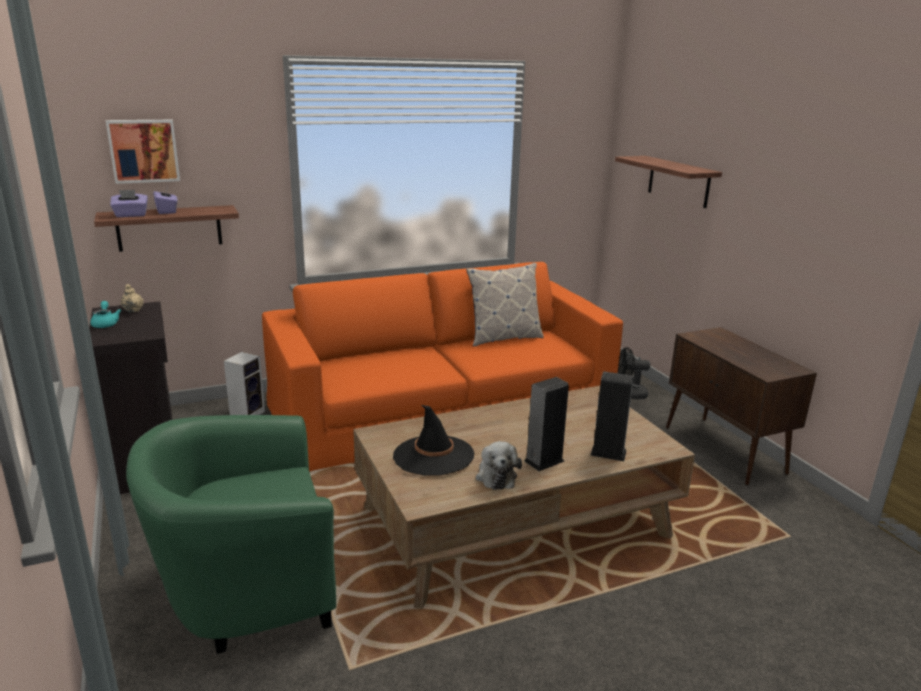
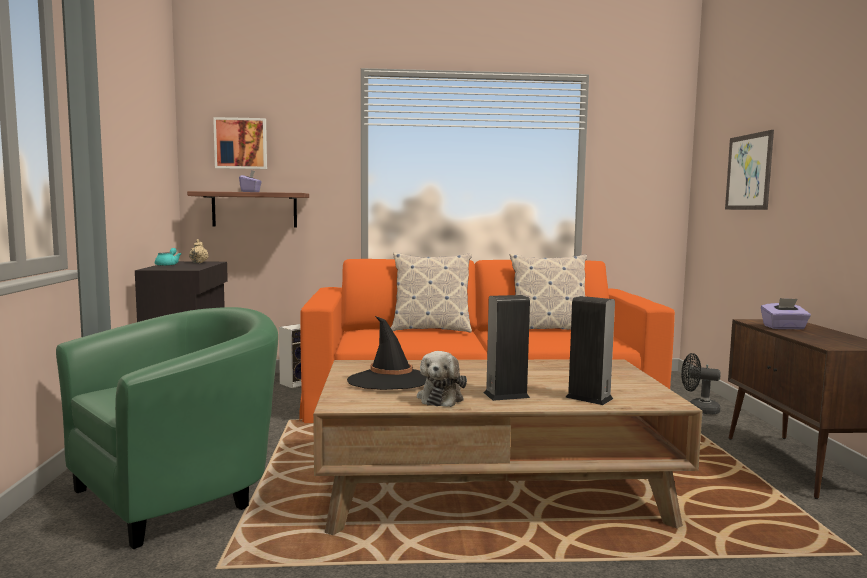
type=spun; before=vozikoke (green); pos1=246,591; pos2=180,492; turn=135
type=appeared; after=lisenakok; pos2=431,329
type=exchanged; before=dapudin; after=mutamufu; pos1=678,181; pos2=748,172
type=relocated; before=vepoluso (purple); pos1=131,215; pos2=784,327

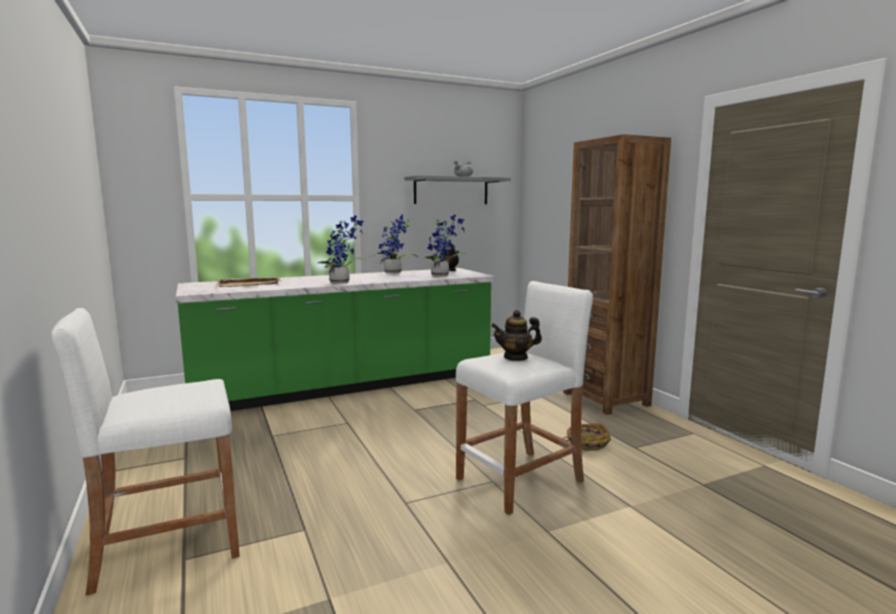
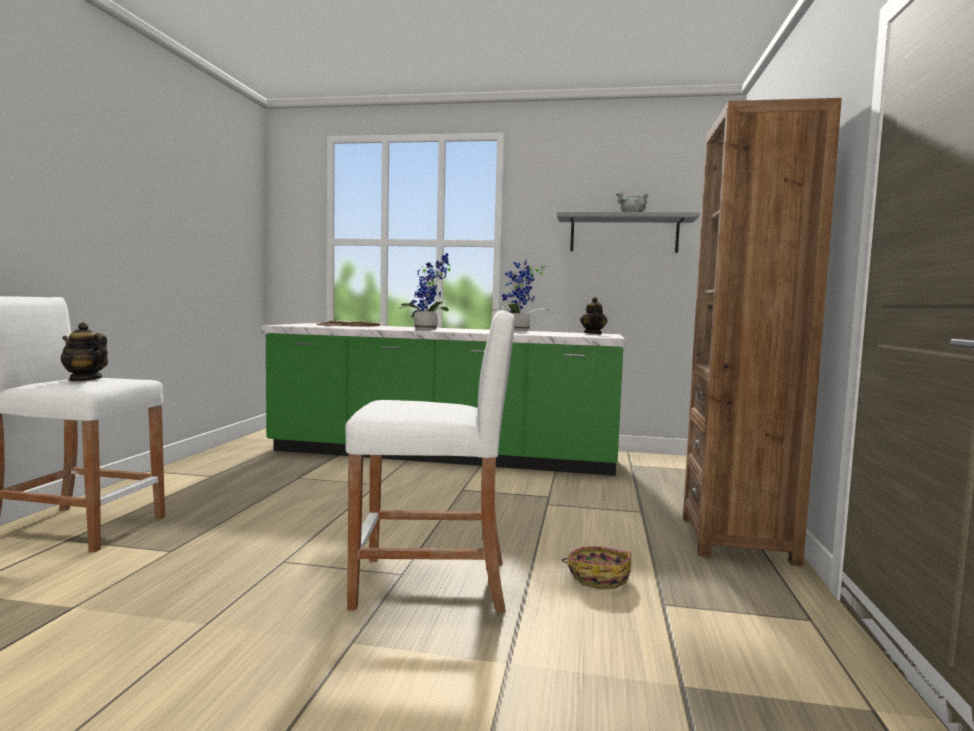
type=relocated; before=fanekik; pos1=516,357; pos2=85,379
type=missing; before=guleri; pos1=442,275

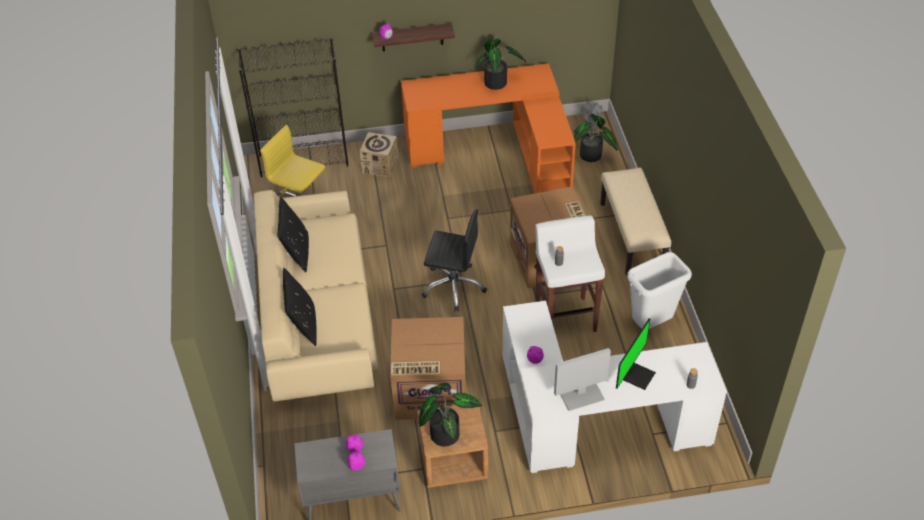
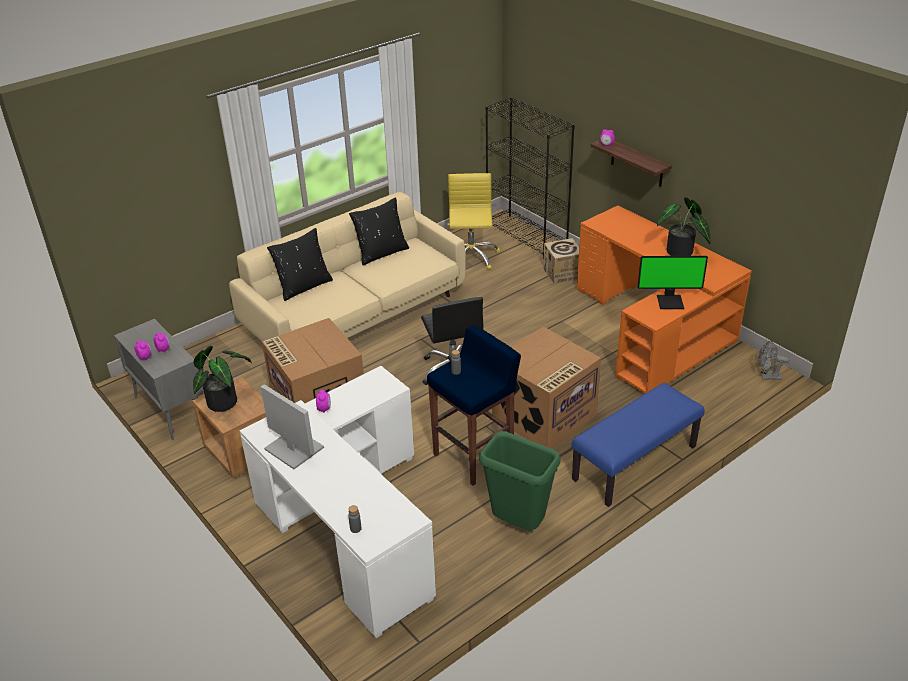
type=colour; before=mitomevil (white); after=mitomevil (blue); pos1=565,317; pos2=474,456
type=colour; before=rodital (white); after=rodital (green); pos1=651,323; pos2=519,524
type=colour; before=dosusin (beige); after=dosusin (blue); pos1=632,236; pos2=635,464
type=relocated; before=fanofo; pos1=637,375; pos2=670,301
type=missing; before=guleri; pos1=592,157

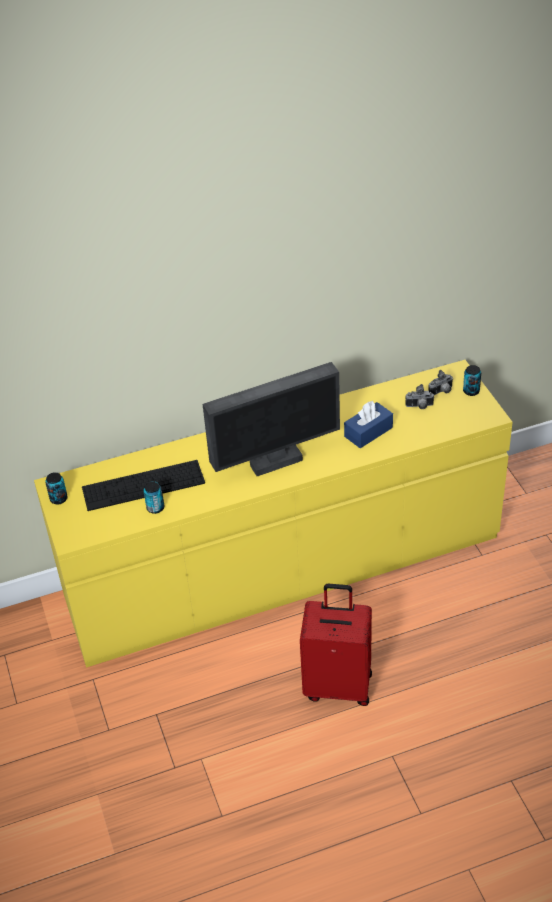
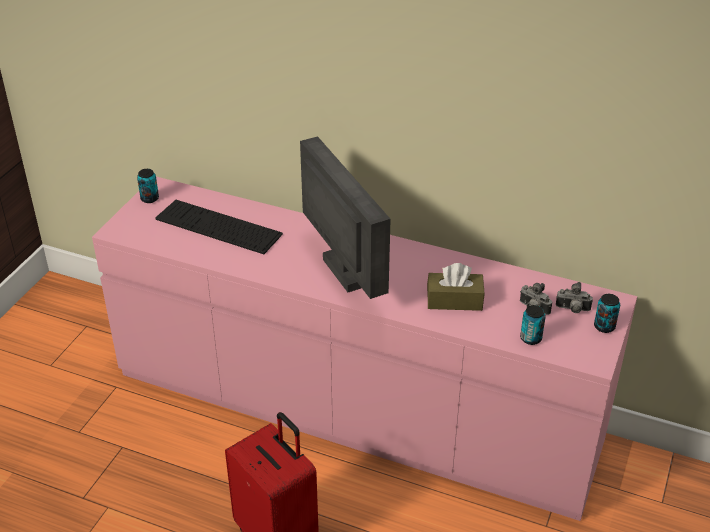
type=colour; before=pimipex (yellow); after=pimipex (pink); pos1=283,567; pos2=355,407
type=spun; before=fanofo; pos1=275,462; pos2=341,273; turn=-135
type=colour; before=vepoluso (blue); after=vepoluso (brown); pos1=368,432; pos2=454,300
type=relocated; before=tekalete; pos1=155,508; pos2=530,338

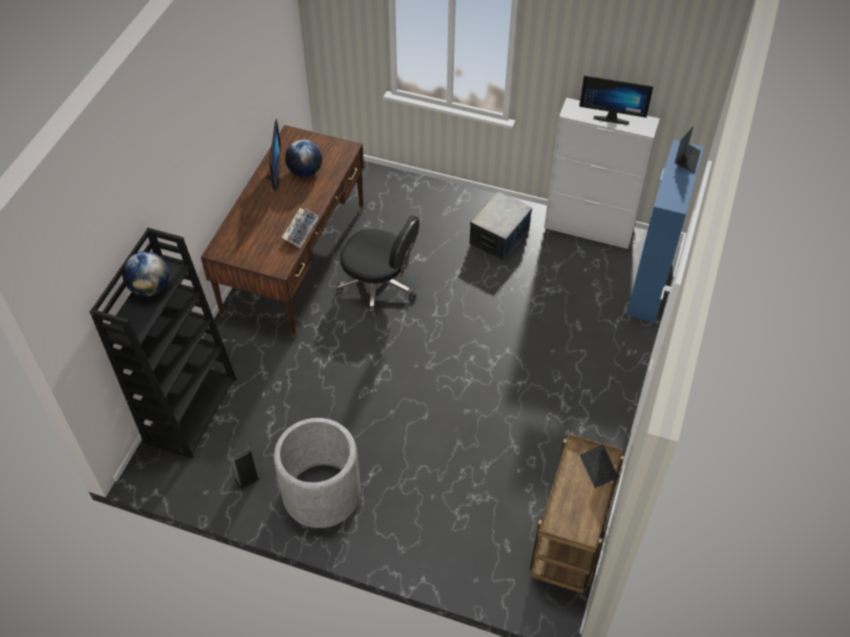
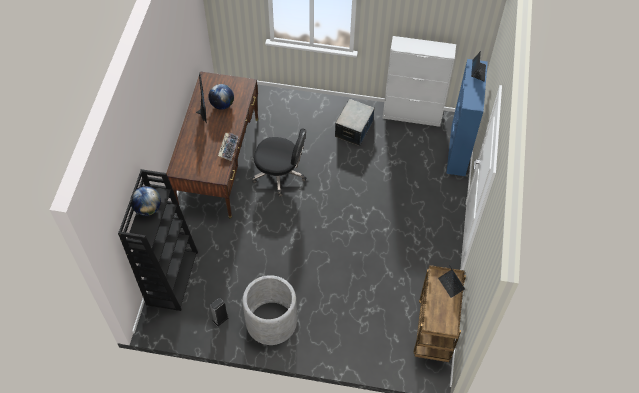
type=missing; before=fanofo; pos1=611,117

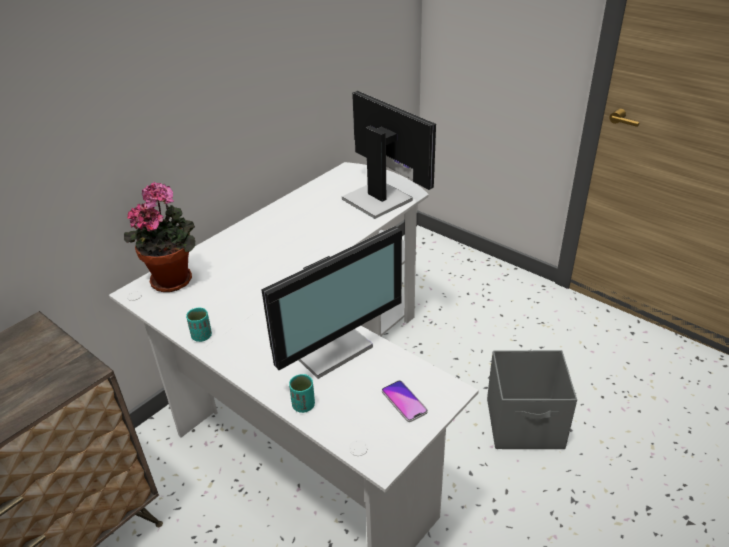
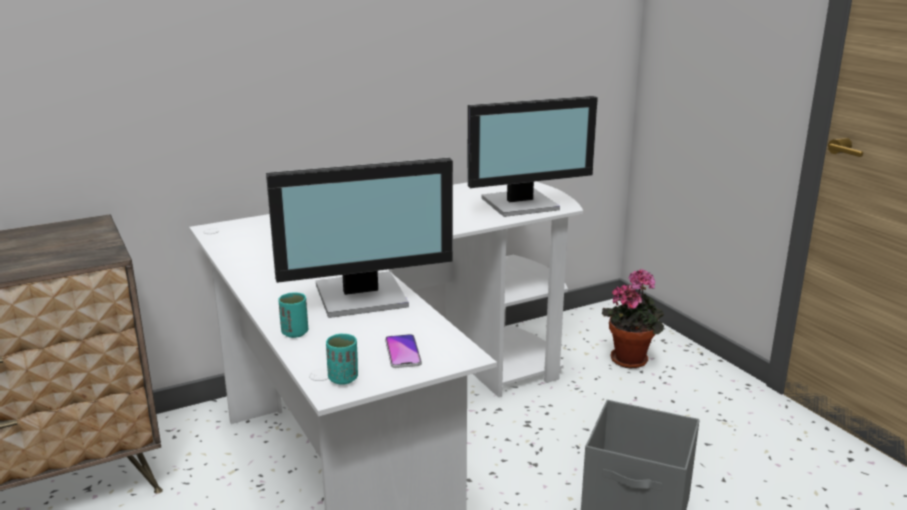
type=relocated; before=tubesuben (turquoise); pos1=202,336; pos2=343,378
type=spun; before=fanofo; pos1=378,198; pos2=522,205; turn=90
type=relocated; before=guleri; pos1=174,278; pos2=631,359

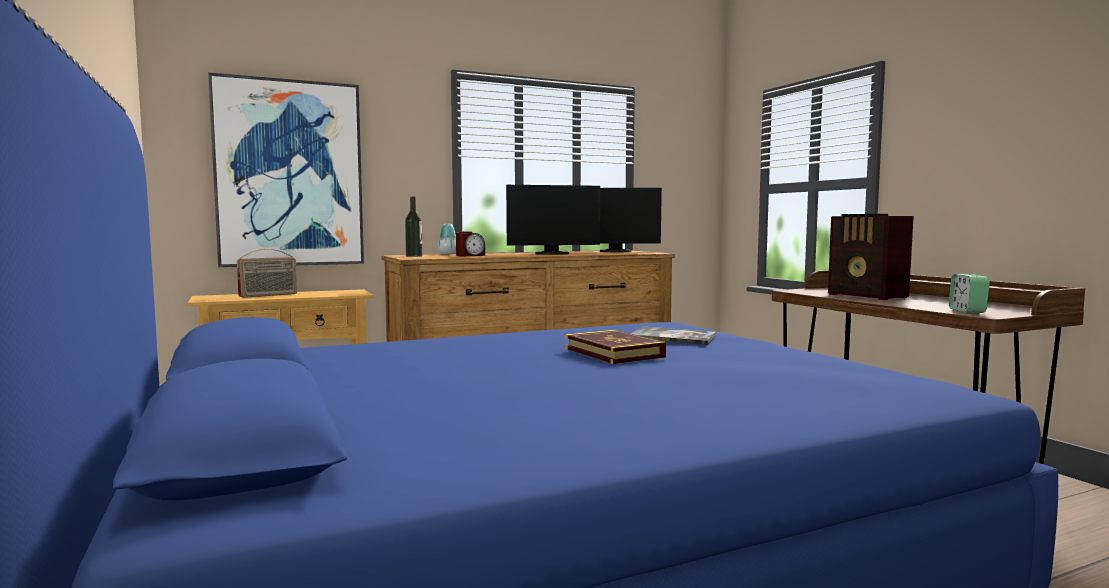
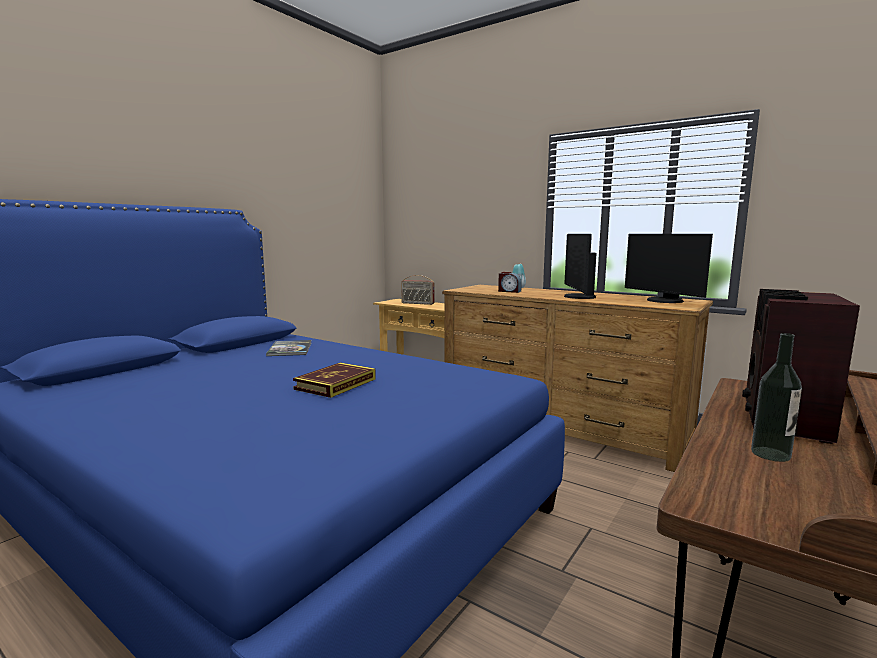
type=relocated; before=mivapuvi; pos1=672,337; pos2=290,349
type=spun; before=fanofo; pos1=552,254; pos2=578,297; turn=45
type=relocated; before=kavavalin; pos1=414,256; pos2=770,454
type=missing; before=mutamufu; pos1=289,174
type=missing; before=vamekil; pos1=967,311

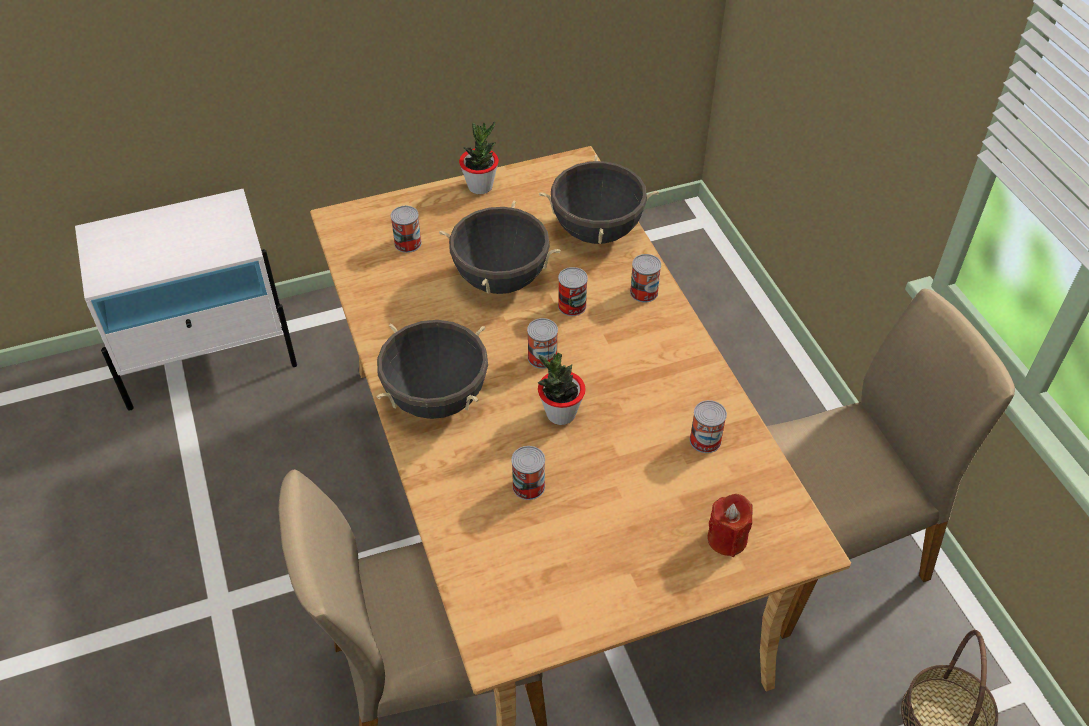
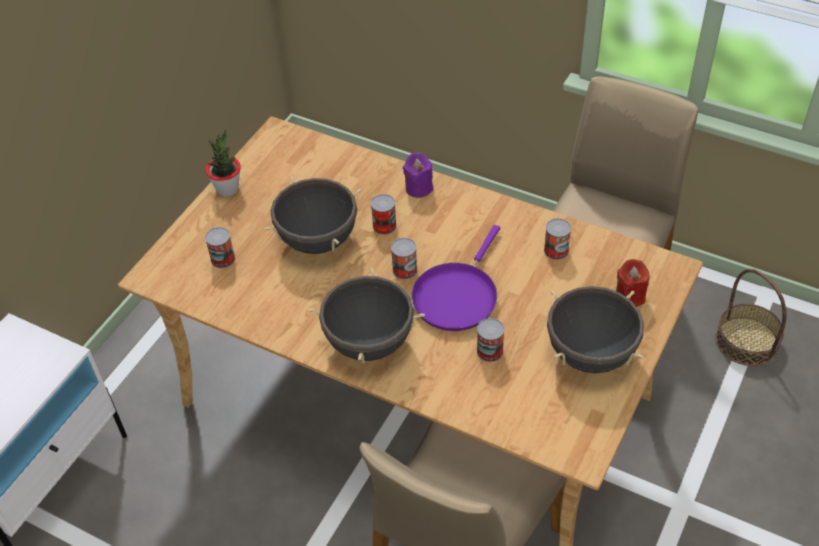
type=exchanged; before=tekalete; after=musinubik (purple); pos1=644,292; pos2=418,188
type=exchanged; before=guleri; after=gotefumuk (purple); pos1=560,414; pos2=457,295
type=relocated; before=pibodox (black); pos1=597,231; pos2=590,354

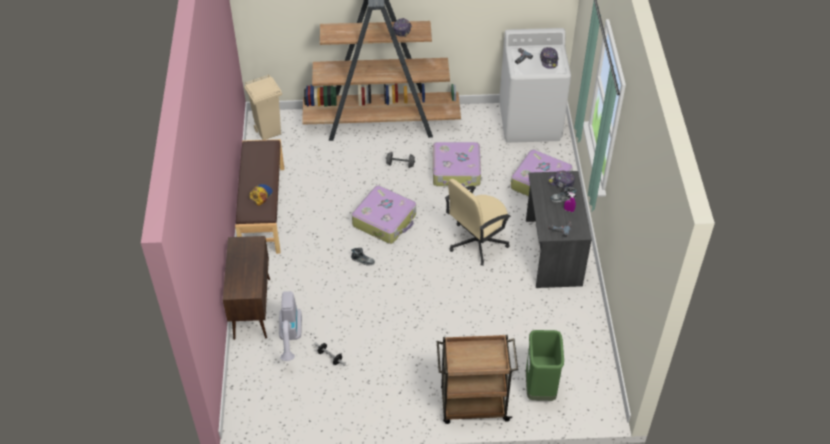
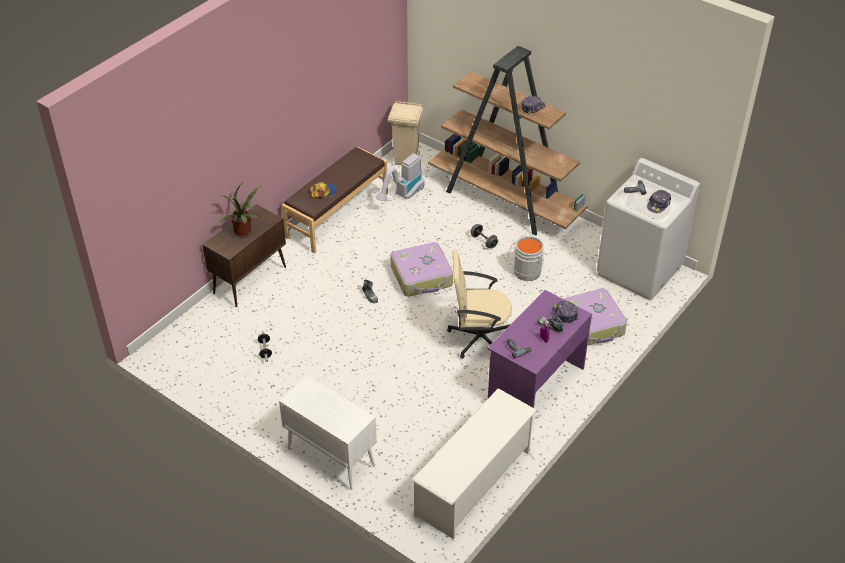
type=appeared; after=guleri; pos2=244,233
type=exchanged; before=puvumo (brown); after=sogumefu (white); pos1=473,405; pos2=330,457
type=relocated; before=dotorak; pos1=290,338; pos2=402,196
type=appeared; after=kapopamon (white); pos2=473,483
type=colour; before=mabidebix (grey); after=mabidebix (purple); pos1=552,252; pos2=535,385
type=exchanged; before=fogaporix; after=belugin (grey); pos1=456,171; pos2=526,272
type=missing; before=rodital (green); pos1=540,389

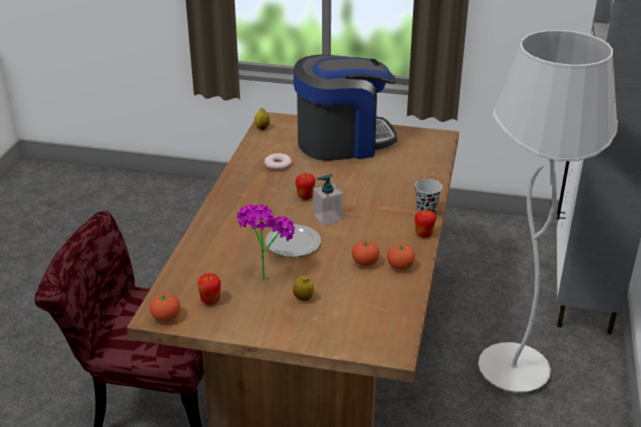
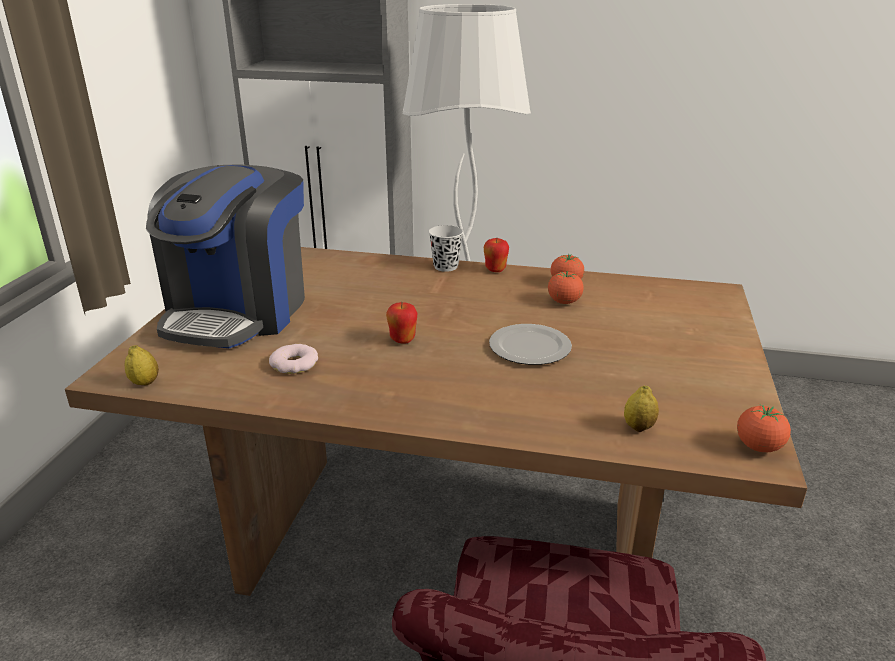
type=spun; before=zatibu; pos1=343,141; pos2=238,311; turn=-150
type=relocated; before=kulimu; pos1=303,298; pos2=638,427
type=missing; before=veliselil; pos1=210,300
type=missing; before=guleri; pos1=265,272
type=missing; before=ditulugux; pos1=327,217

